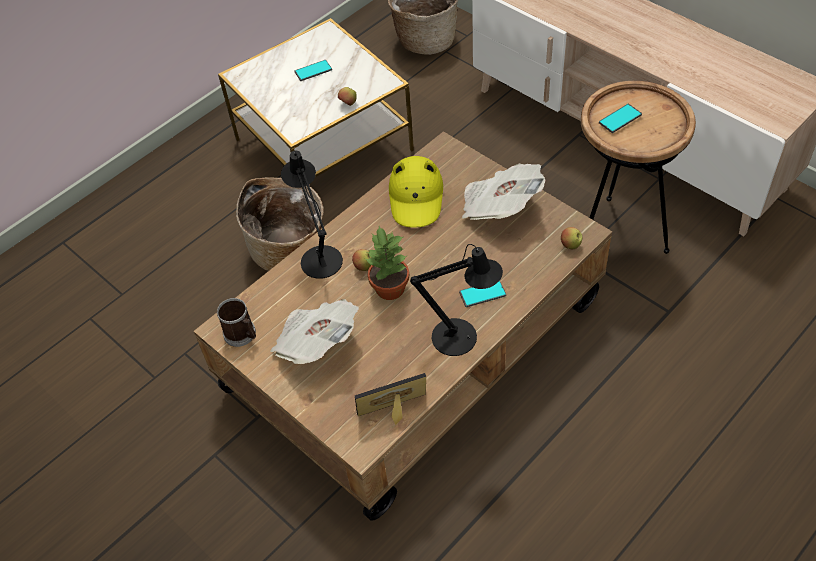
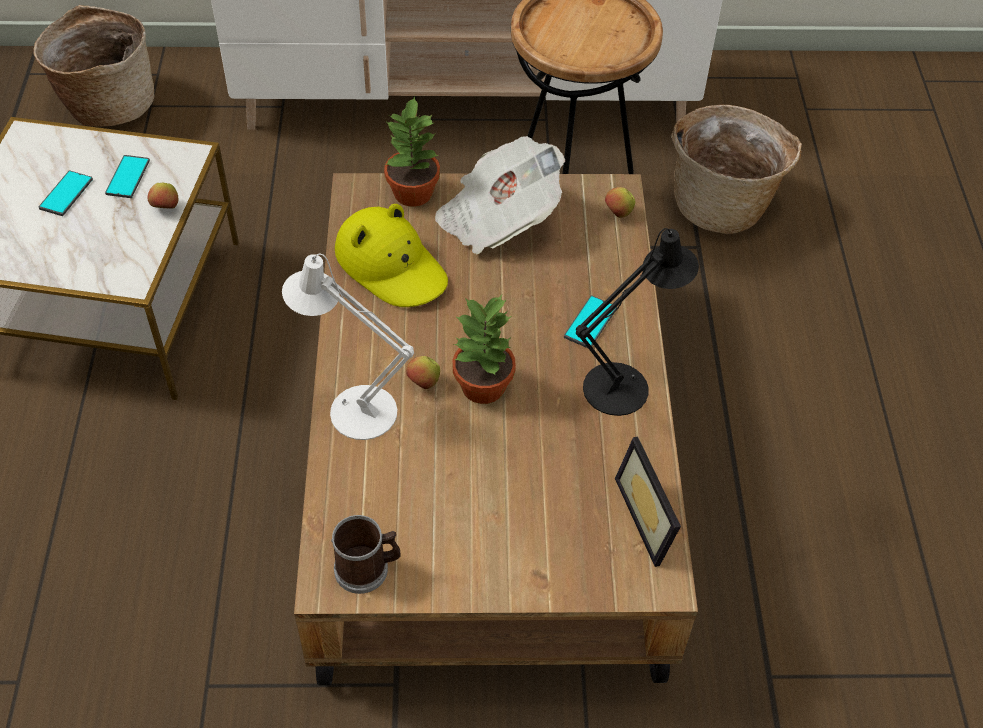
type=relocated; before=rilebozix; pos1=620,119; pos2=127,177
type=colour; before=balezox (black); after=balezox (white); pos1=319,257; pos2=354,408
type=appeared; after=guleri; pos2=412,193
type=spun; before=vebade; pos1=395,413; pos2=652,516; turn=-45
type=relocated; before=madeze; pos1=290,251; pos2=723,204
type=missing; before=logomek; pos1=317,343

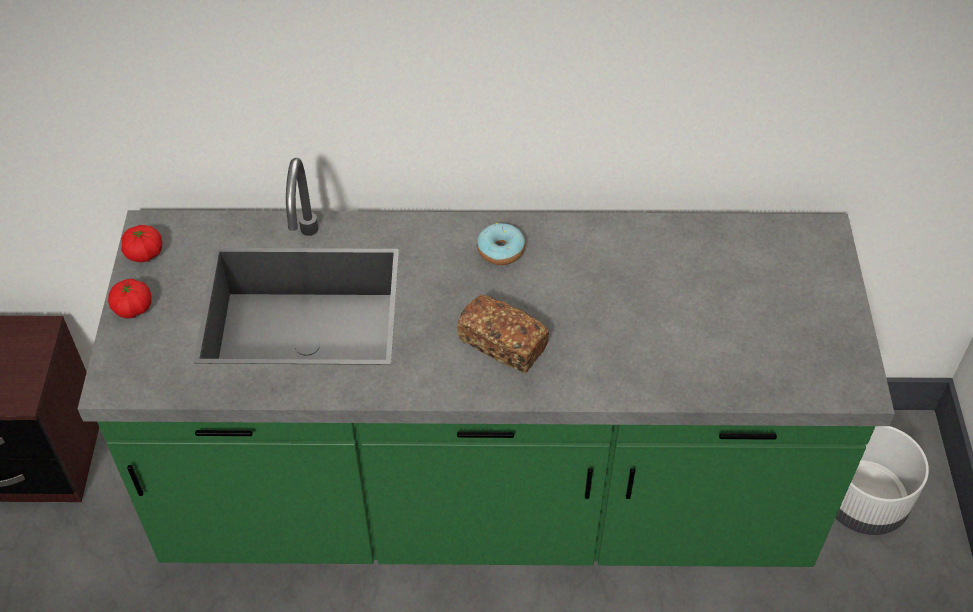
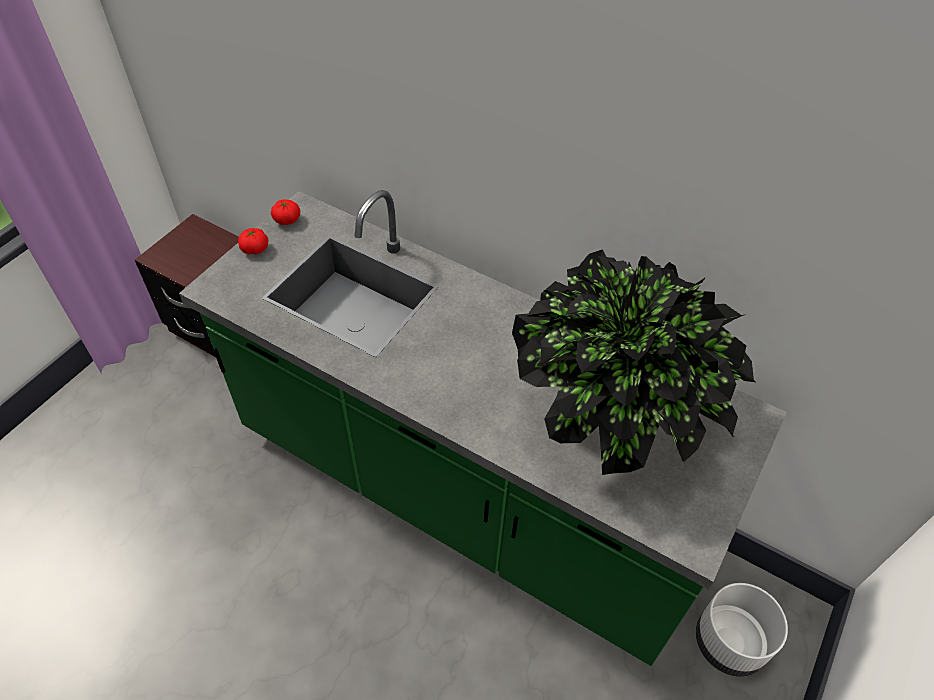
type=appeared; after=guleri; pos2=614,416
type=missing; before=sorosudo; pos1=503,344
type=missing; before=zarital; pos1=500,250

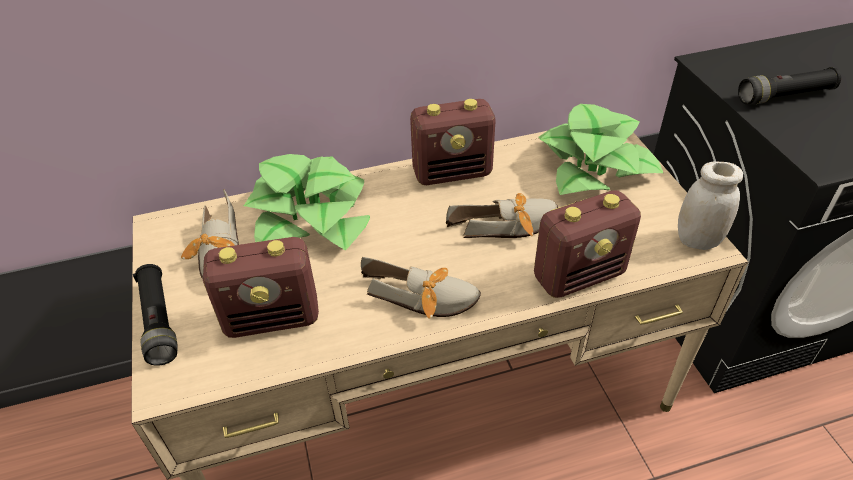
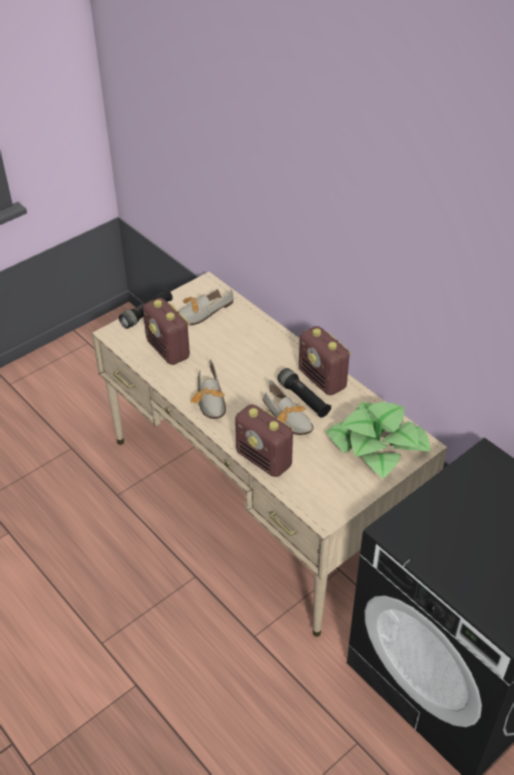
type=relocated; before=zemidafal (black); pos1=785,96; pos2=303,399
type=missing; before=guleri; pos1=311,217
type=missing; before=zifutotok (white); pos1=697,240

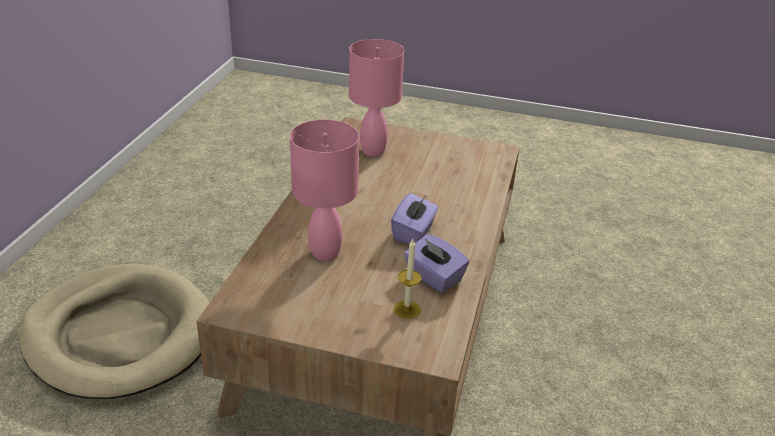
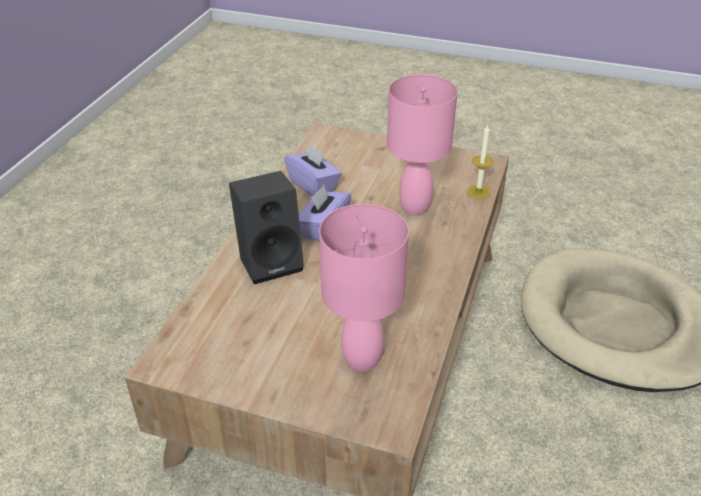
type=appeared; after=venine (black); pos2=271,261
type=relocated; before=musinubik; pos1=407,309; pos2=478,191

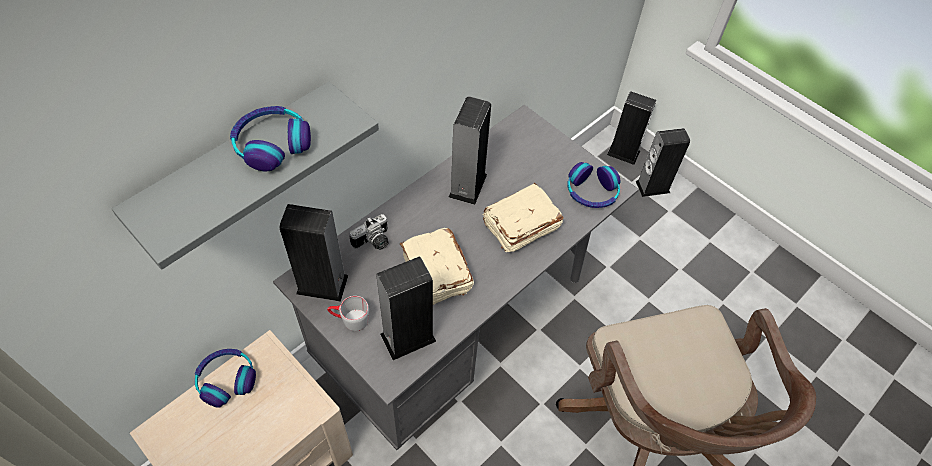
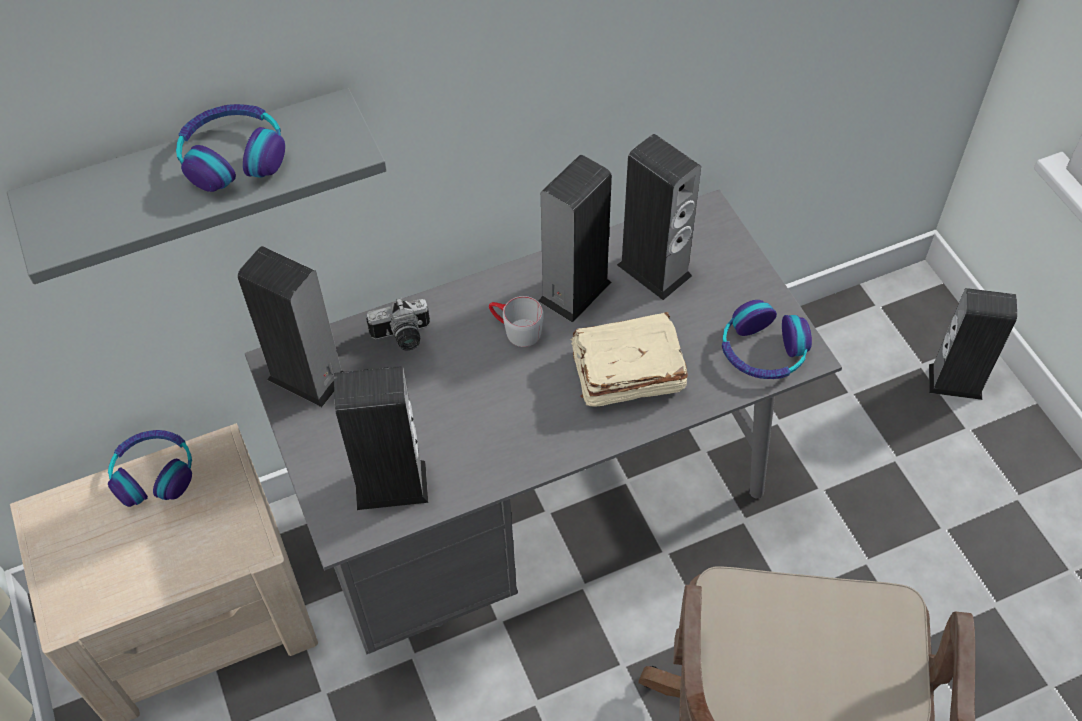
type=relocated; before=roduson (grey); pos1=349,320; pos2=515,330
type=relocated; before=venine; pos1=623,153; pos2=654,270
type=missing; before=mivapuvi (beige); pos1=436,274

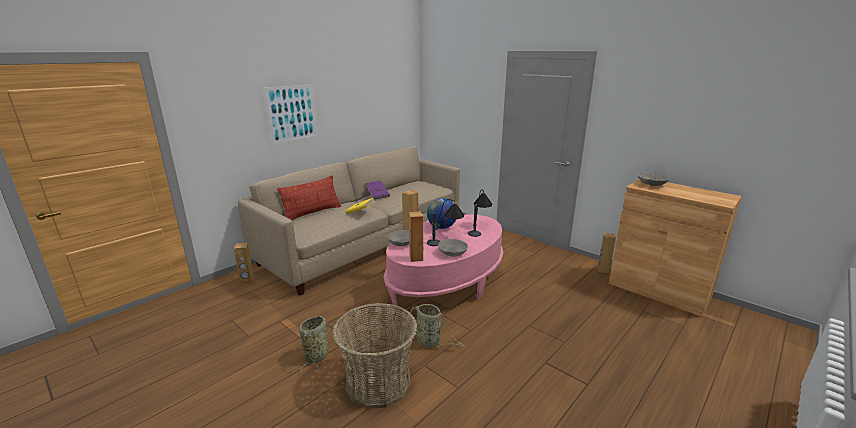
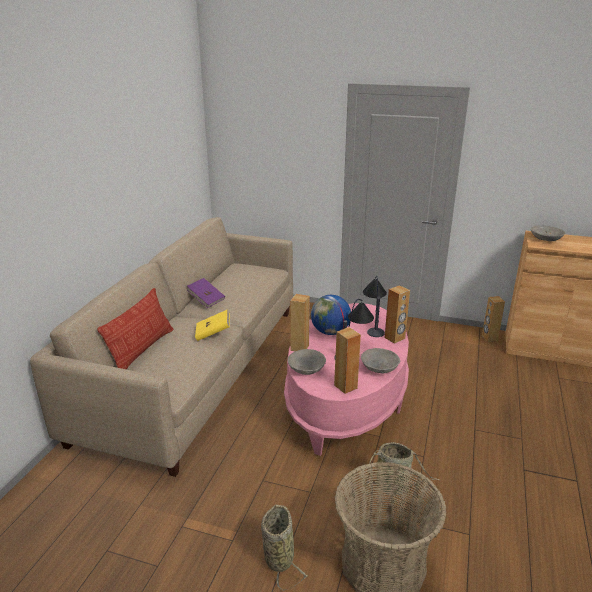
type=relocated; before=venine (brown); pos1=247,281; pos2=395,338
type=missing; before=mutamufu; pos1=292,113

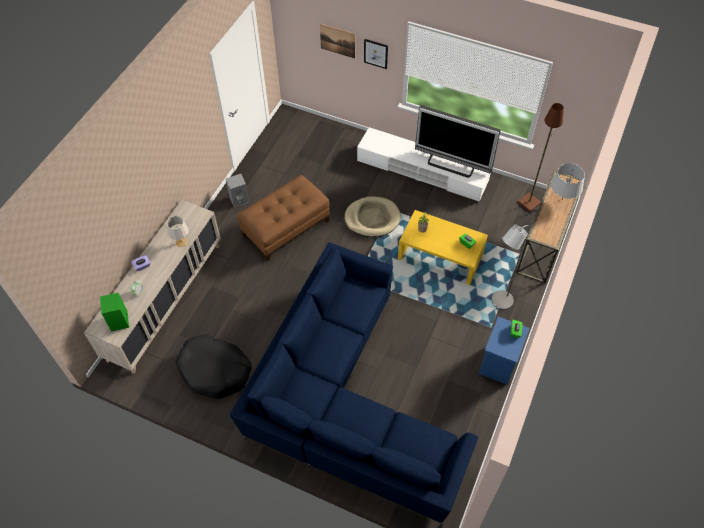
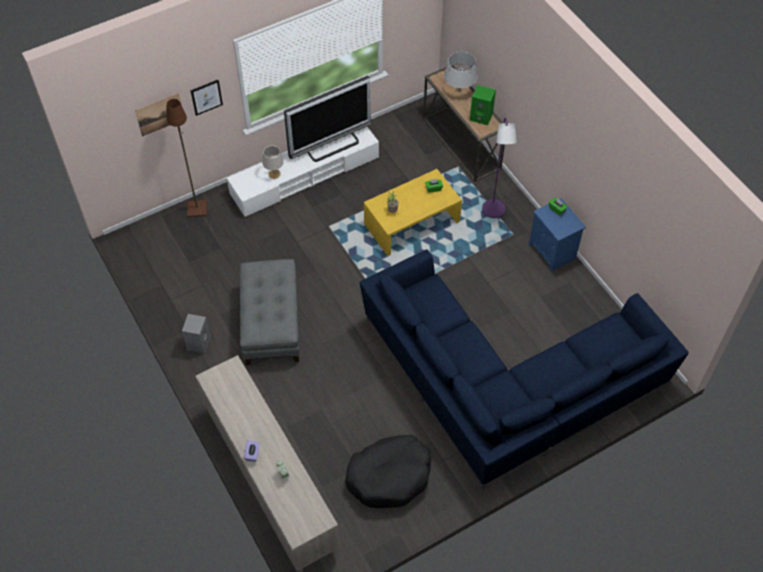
type=relocated; before=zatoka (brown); pos1=529,202; pos2=197,209
type=colour; before=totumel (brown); after=totumel (grey); pos1=285,227; pos2=271,322
type=relocated; before=balezox (grey); pos1=181,242; pos2=274,174
type=relocated; before=venine (green); pos1=120,321; pos2=482,116
type=colour; before=zatoka (grey); after=zatoka (purple); pos1=499,303; pos2=494,213
type=missing; before=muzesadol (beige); pos1=372,218

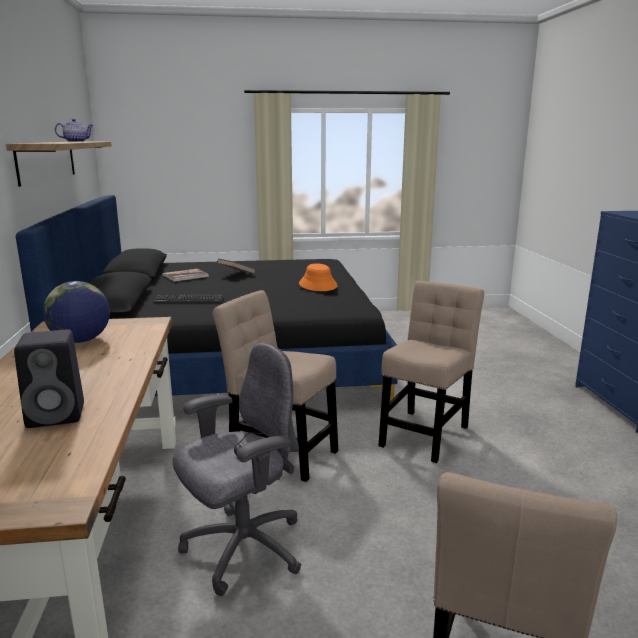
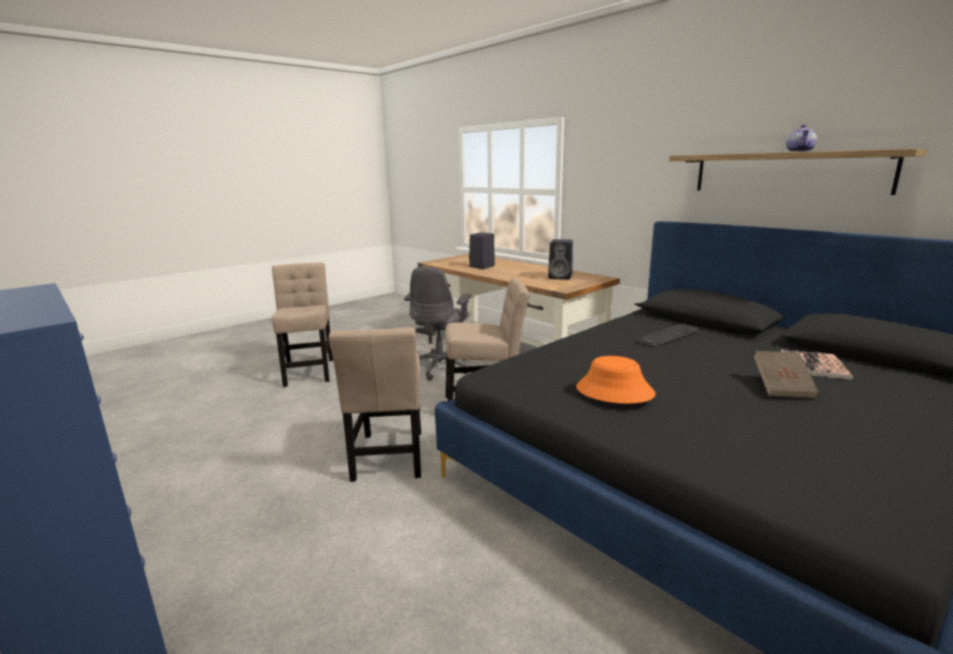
type=exchanged; before=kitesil; after=venine (black); pos1=81,340; pos2=561,277

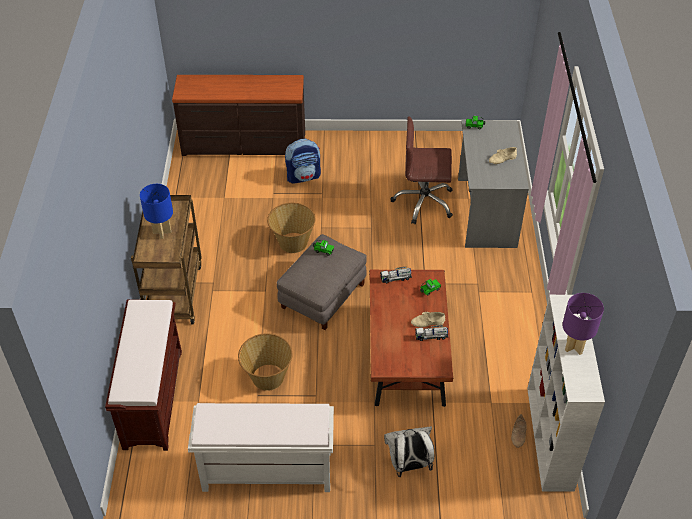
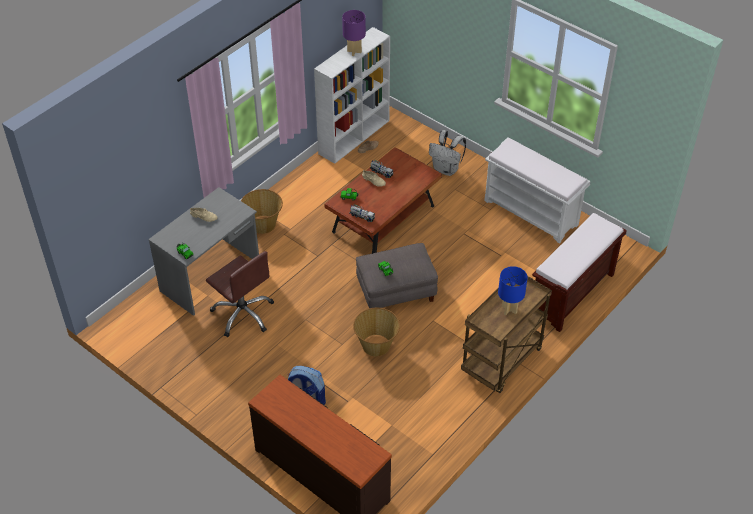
type=relocated; before=madeze; pos1=267,377; pos2=263,224

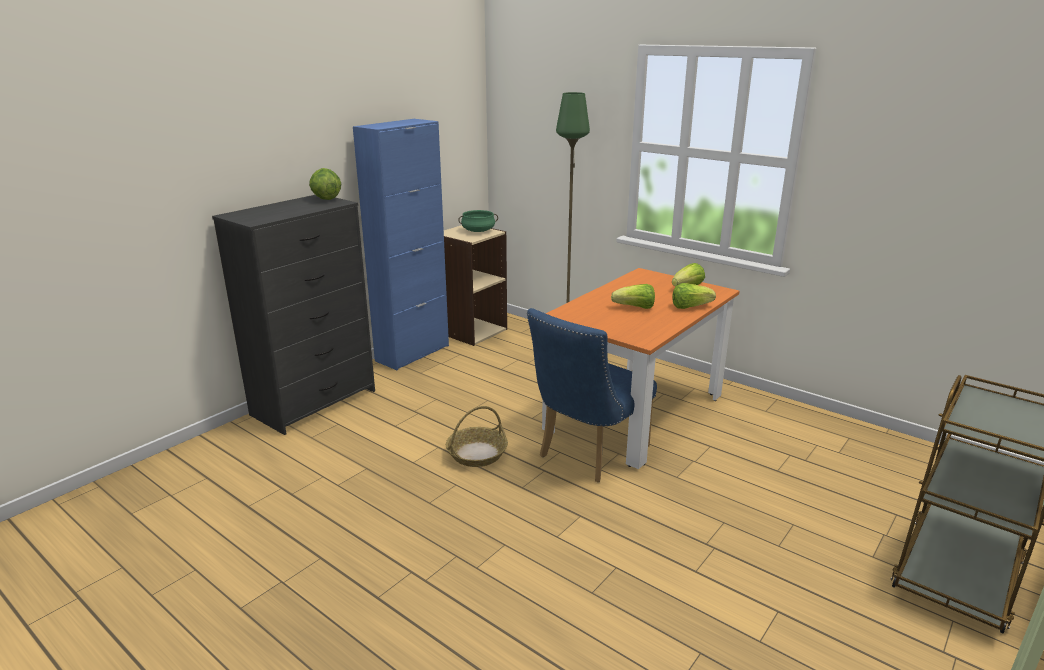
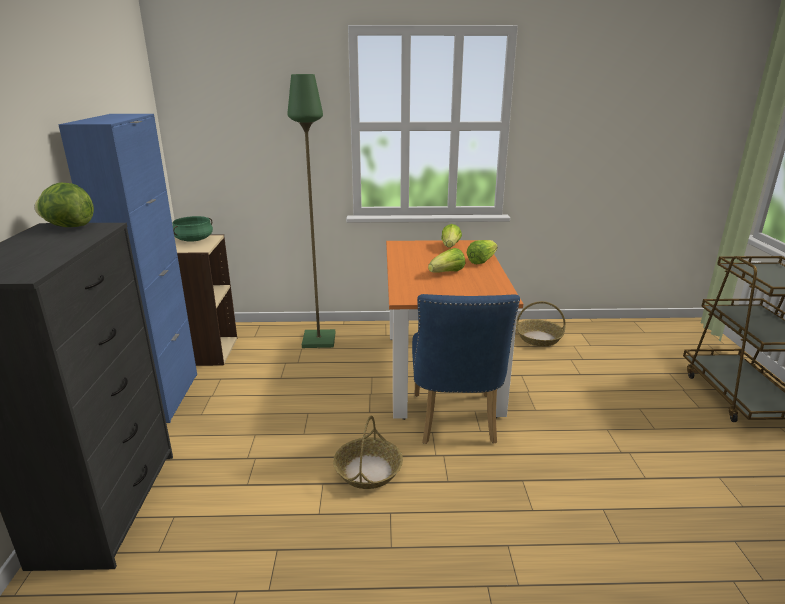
type=appeared; after=madeze; pos2=539,338

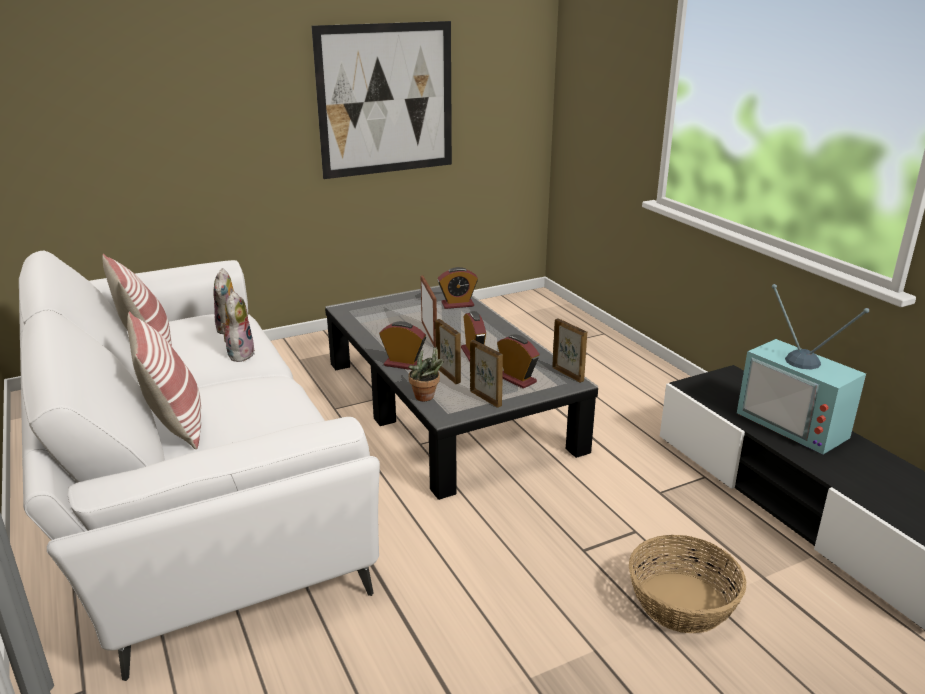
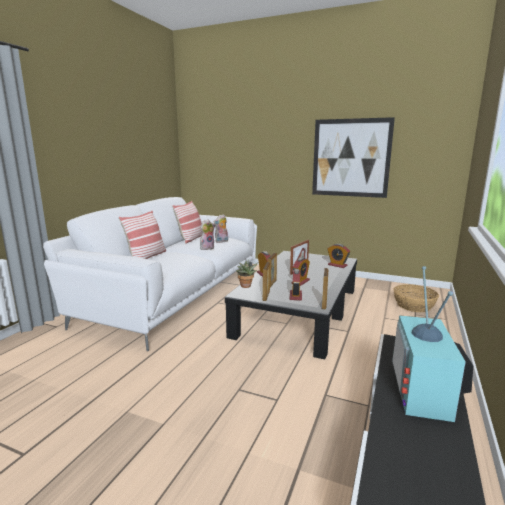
type=relocated; before=madeze; pos1=681,601; pos2=414,305

